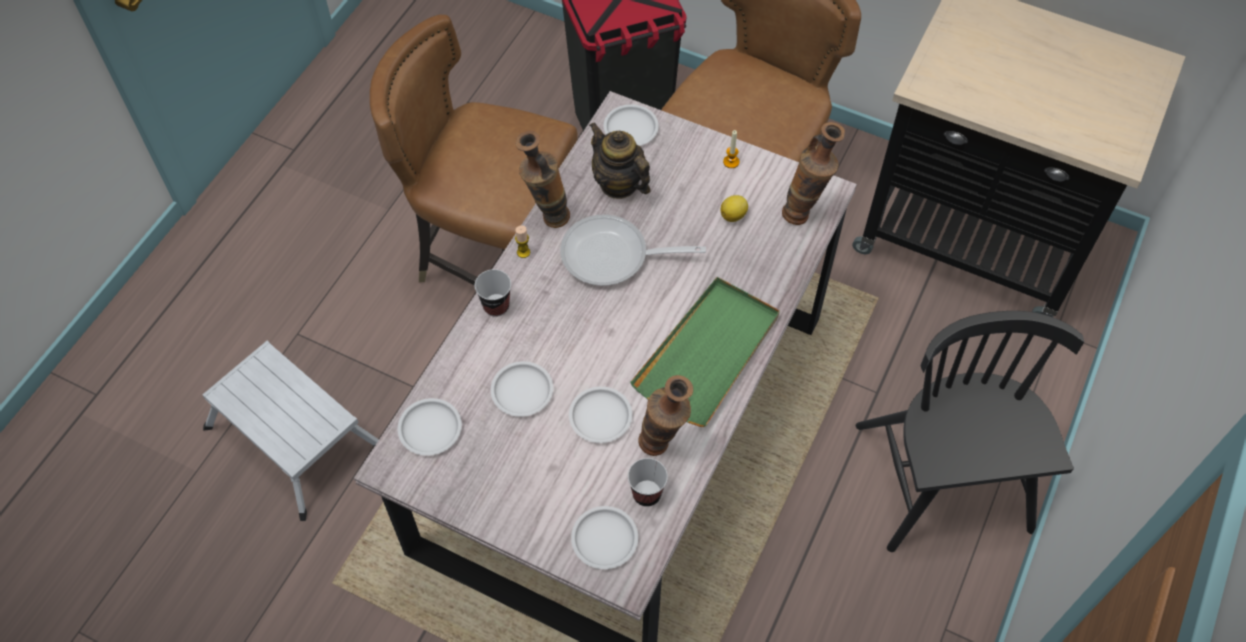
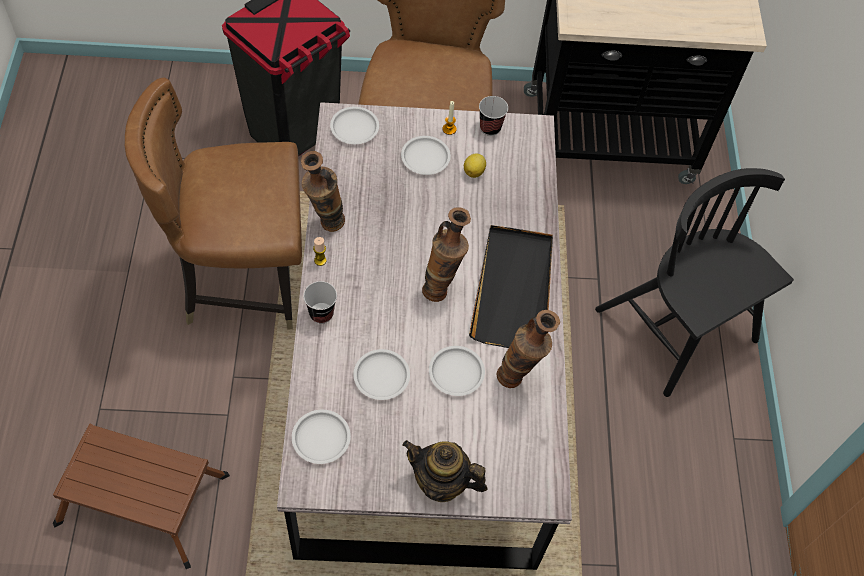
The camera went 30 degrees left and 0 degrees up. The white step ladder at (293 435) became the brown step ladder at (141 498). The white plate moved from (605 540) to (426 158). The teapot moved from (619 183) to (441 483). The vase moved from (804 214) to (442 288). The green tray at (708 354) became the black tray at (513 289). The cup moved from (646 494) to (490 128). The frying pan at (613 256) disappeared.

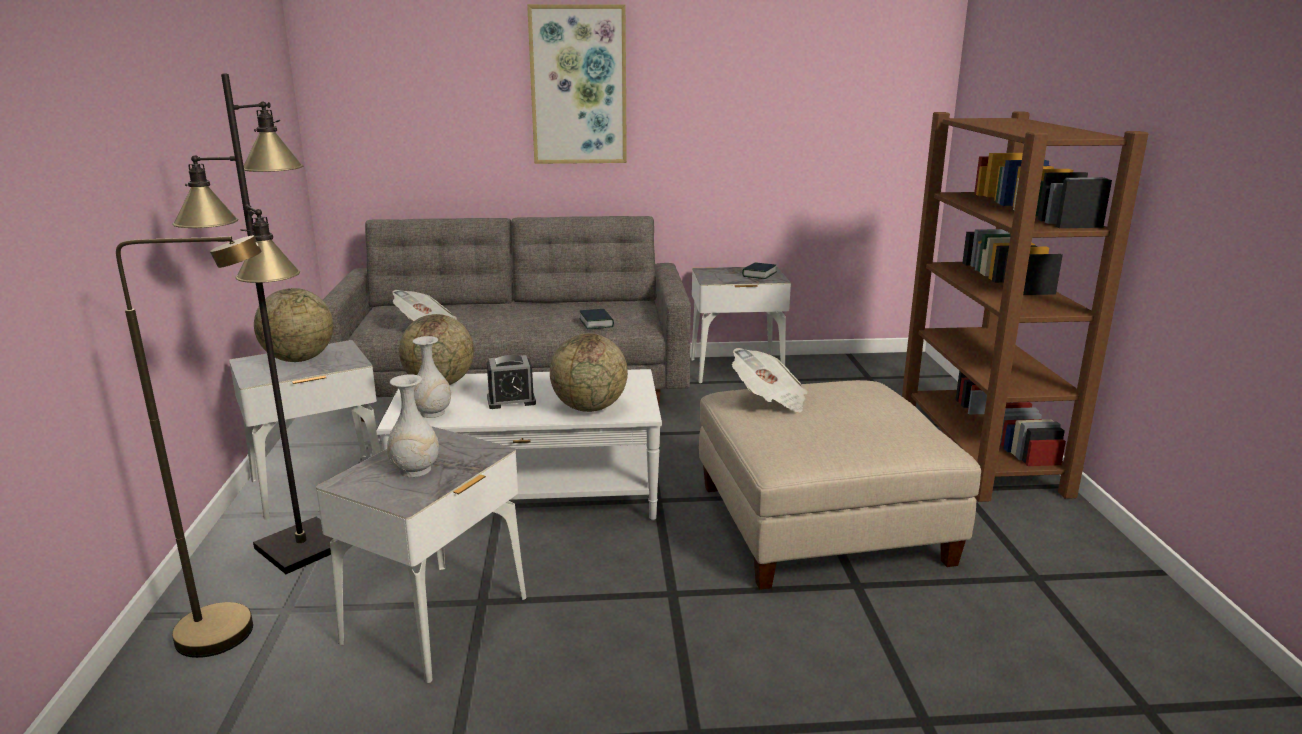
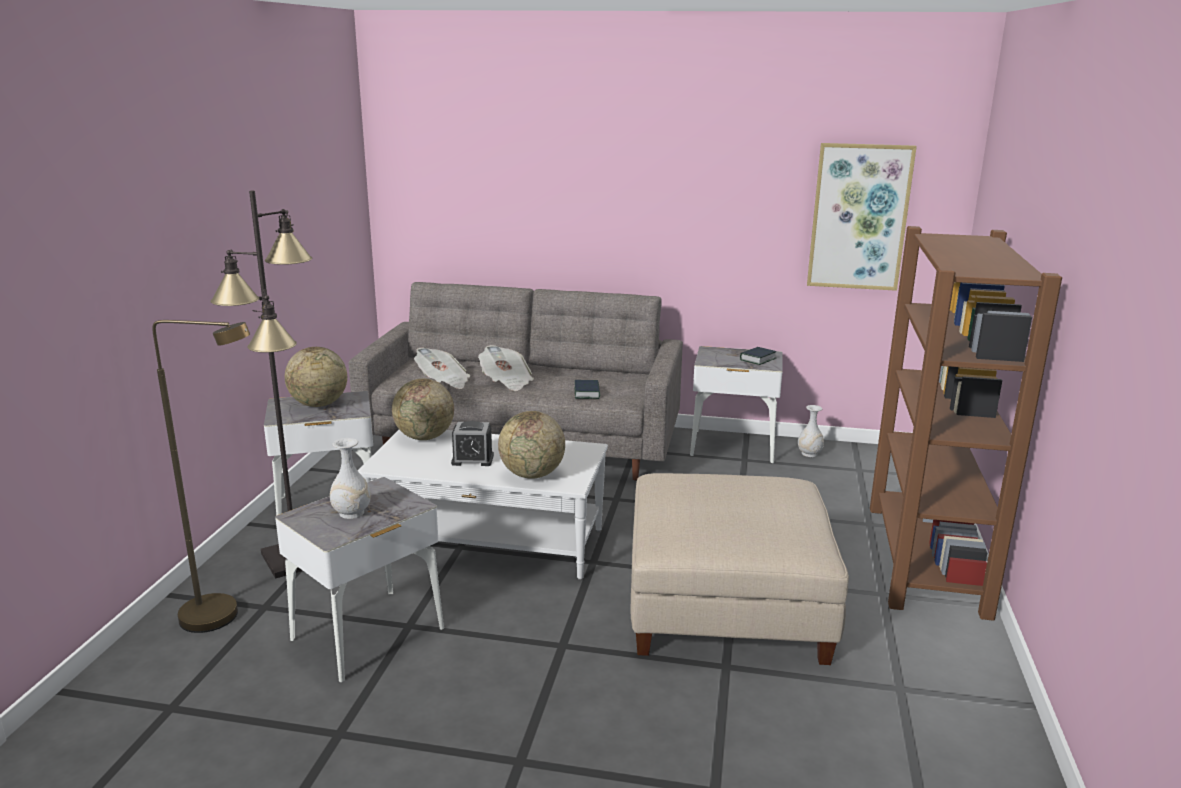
The camera went 15 degrees right and 0 degrees up. The newspaper moved from (769 400) to (506 382). The white vase moved from (432 413) to (809 454). The picture moved from (578 86) to (859 217).

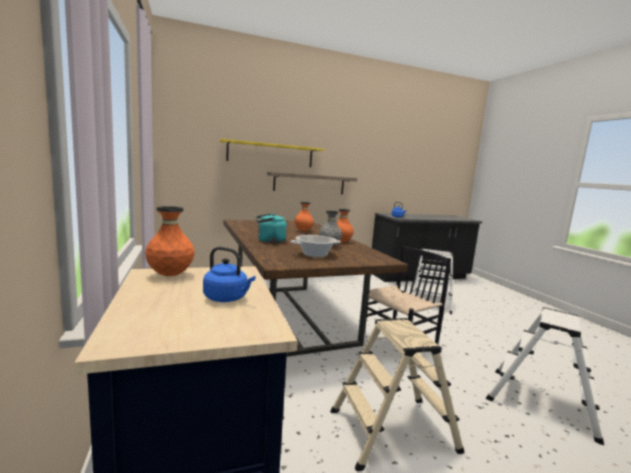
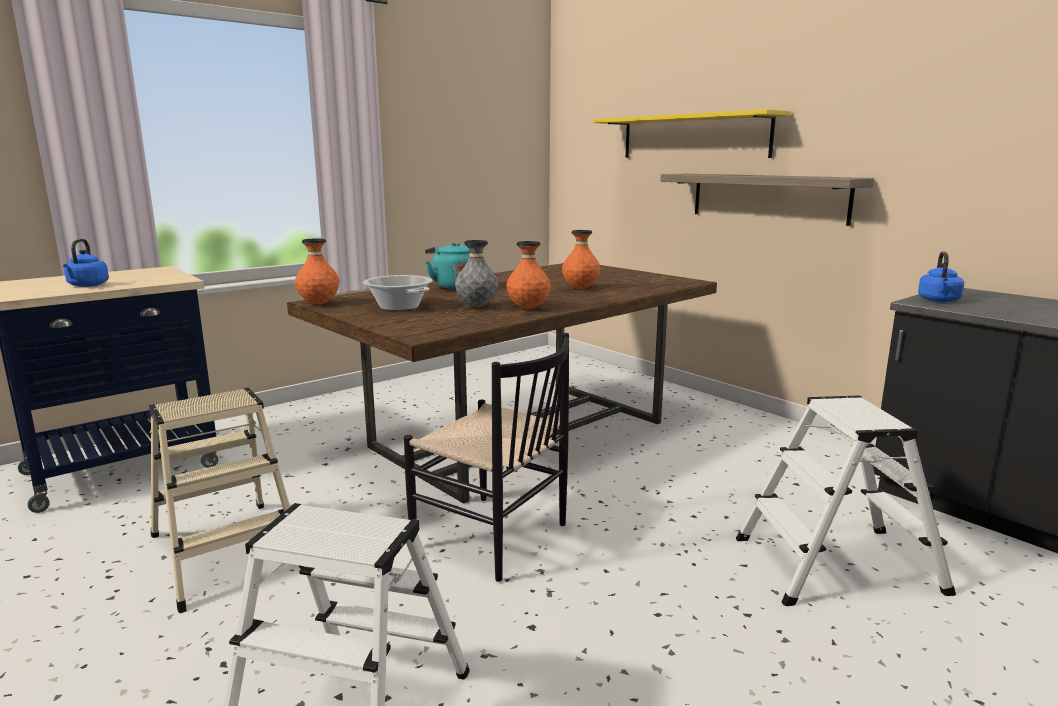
The camera went 70 degrees right and 5 degrees up. The orange vase moved from (170 275) to (319 304).

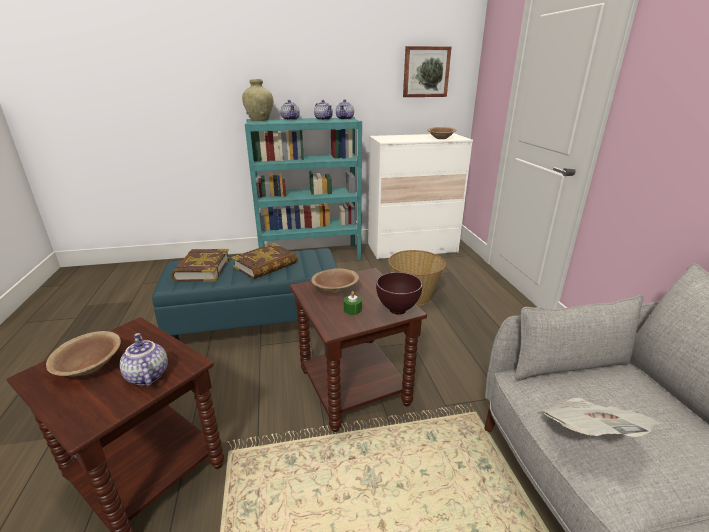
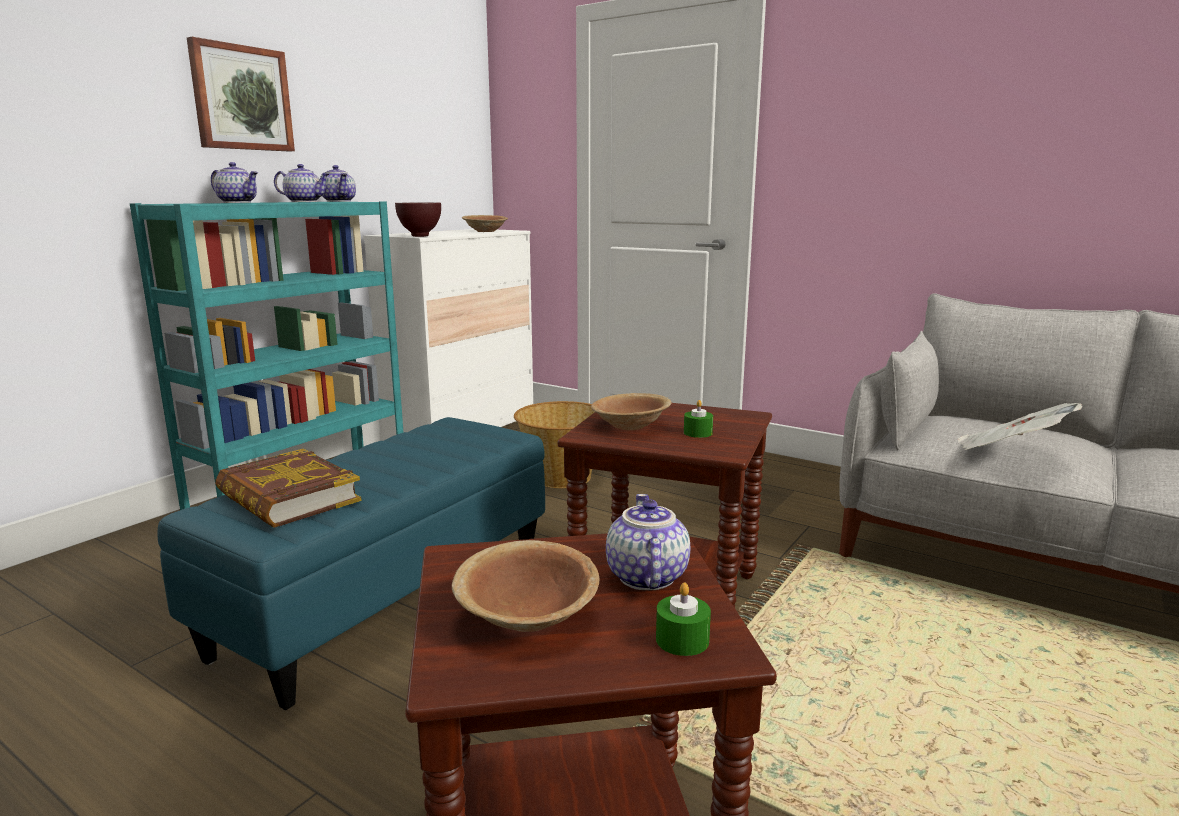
The camera went 45 degrees left and 10 degrees down. The picture moved from (426 72) to (241 98). The brown bowl moved from (397 310) to (419 236). The teapot at (146 375) turned 75 degrees clockwise. The green candle at (682 640) appeared. The book at (265 265) disappeared. The beige vase at (260 120) disappeared.

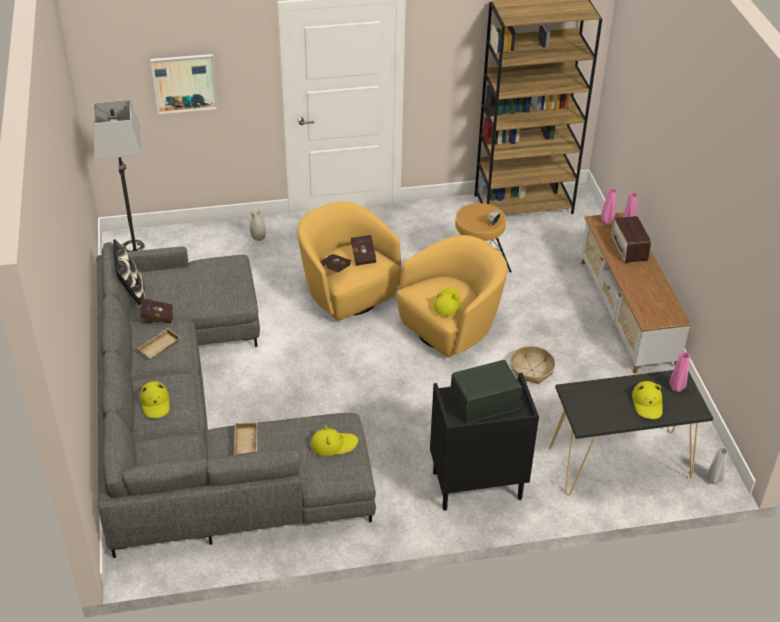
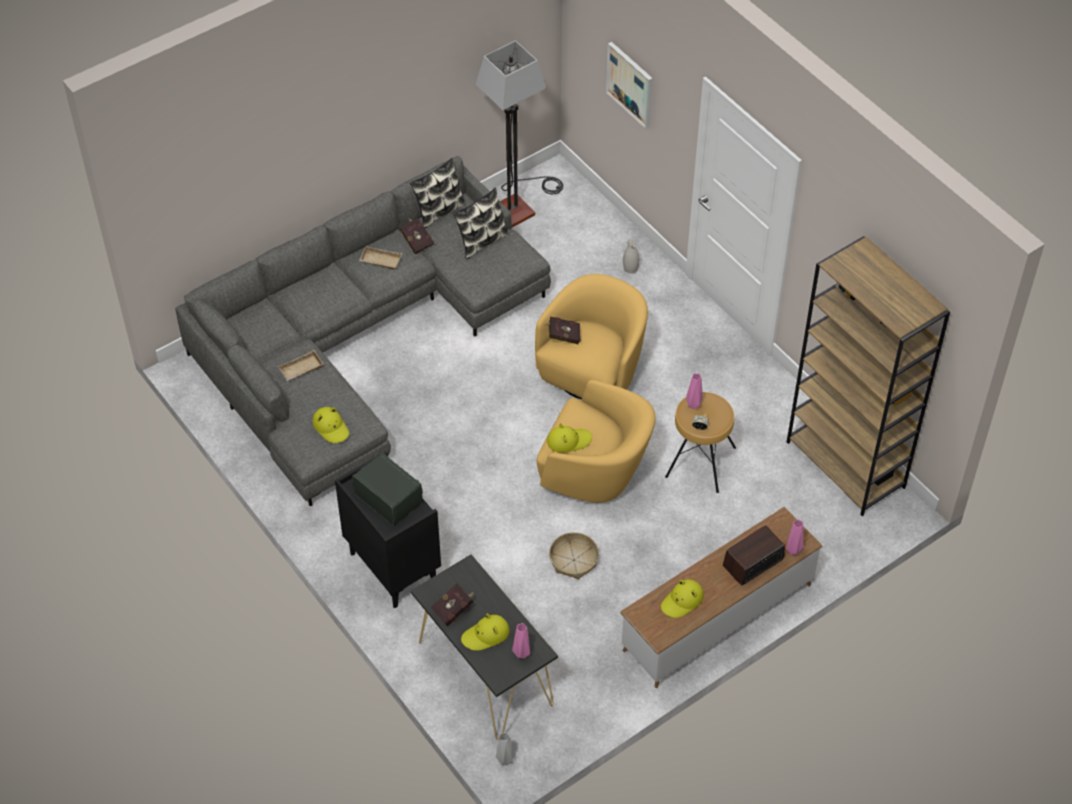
The camera went 65 degrees right and 10 degrees up. The red book moved from (363 255) to (454 609). The pillow at (481 241) appeared. The yellow hat moved from (155 403) to (682 601). The pink vase moved from (606 221) to (693 404).

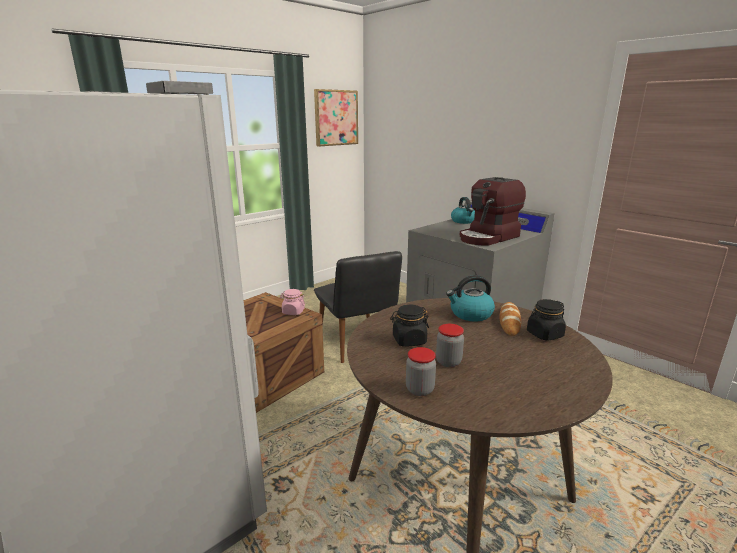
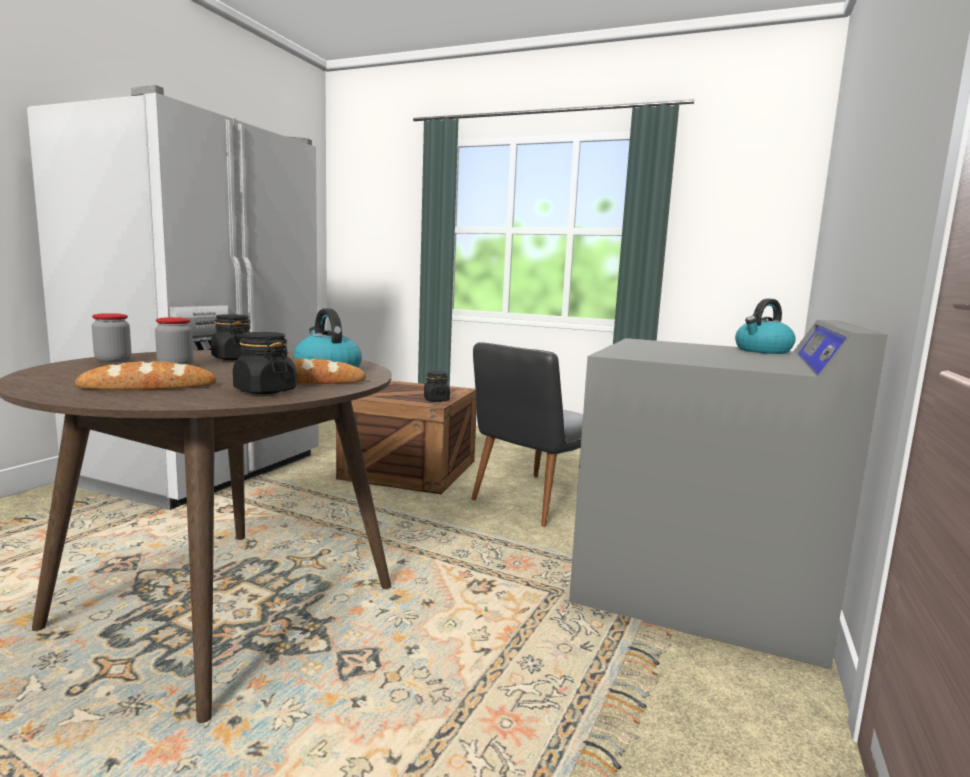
The camera went 65 degrees right and 10 degrees down. The bread at (149 387) appeared. The pink jar at (293 312) became the black jar at (436 400). The picture at (336 118) disappeared. The coffee machine at (489 237) disappeared.

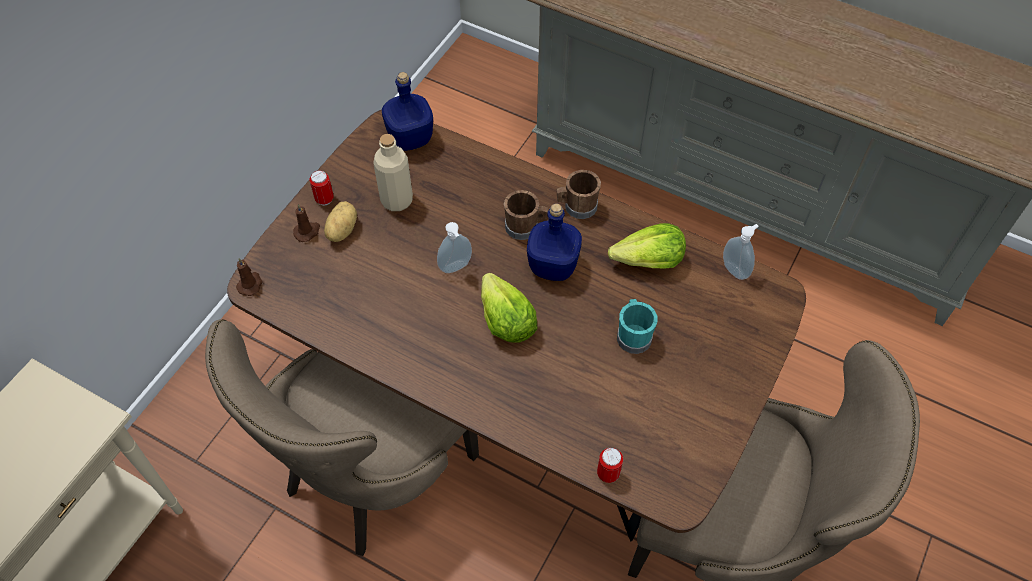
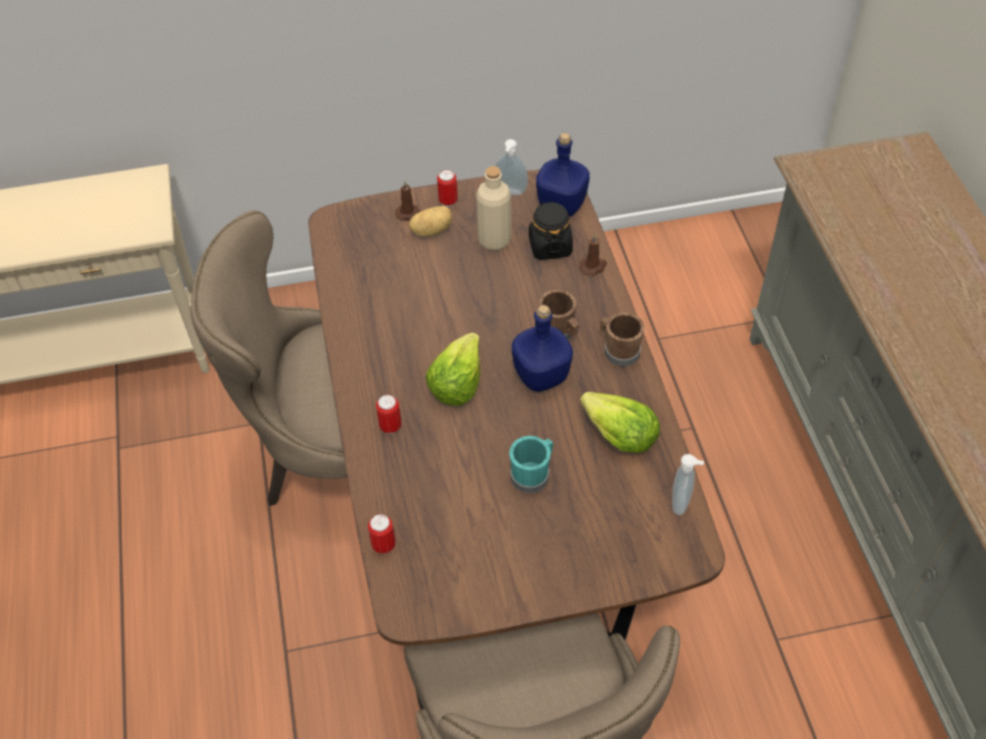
The camera went 50 degrees right and 5 degrees down. The can at (390 426) appeared. The soap dispenser moved from (456 268) to (510 192). The black jar at (550 246) appeared. The brown candle moved from (250 284) to (593 266).

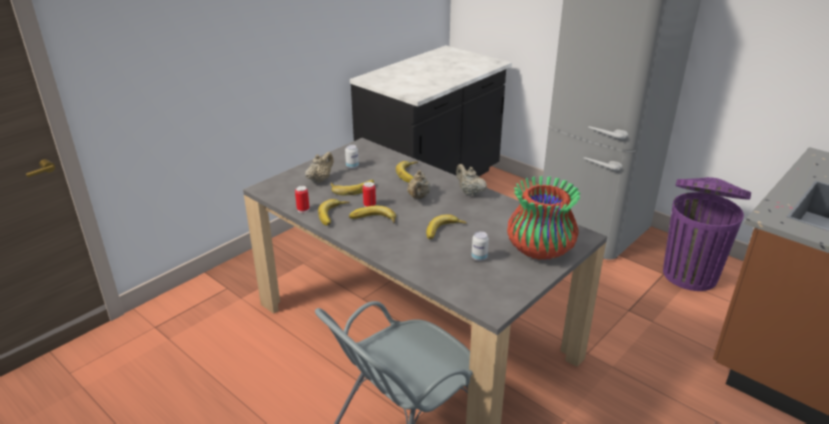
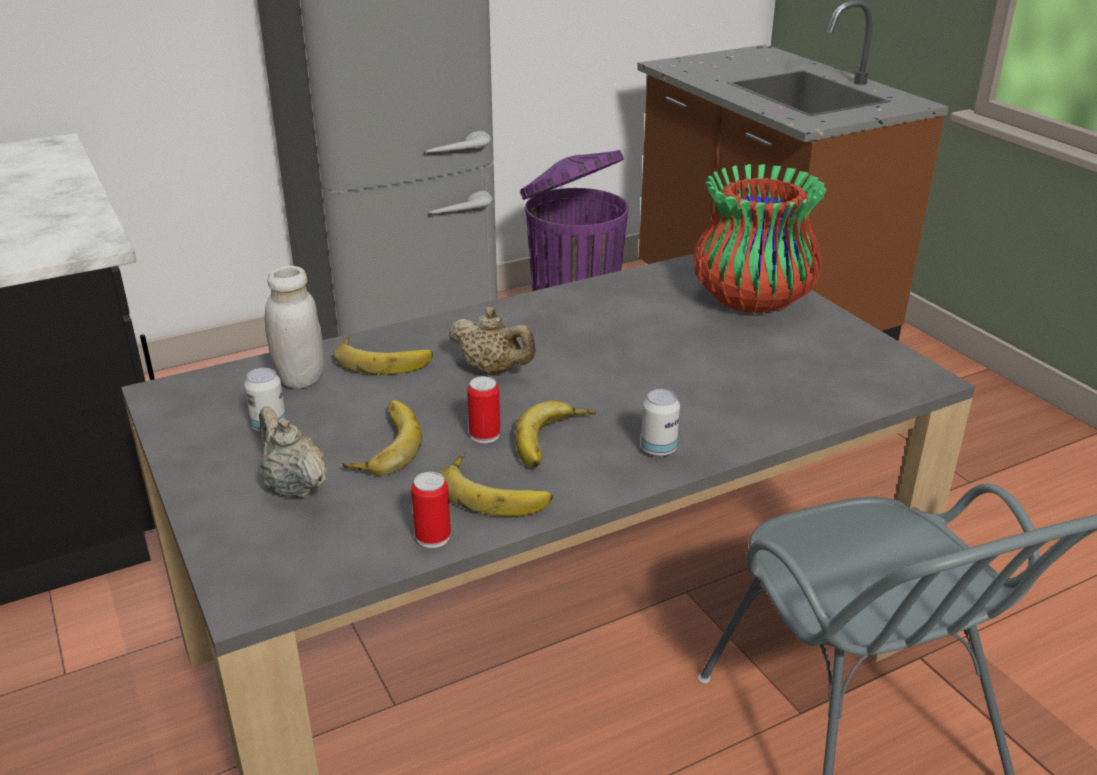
The camera went 70 degrees left and 0 degrees up. The white jar at (300 378) appeared. The can moved from (479 258) to (658 449). The banana at (444 231) disappeared. The beige teapot at (469 192) disappeared.

